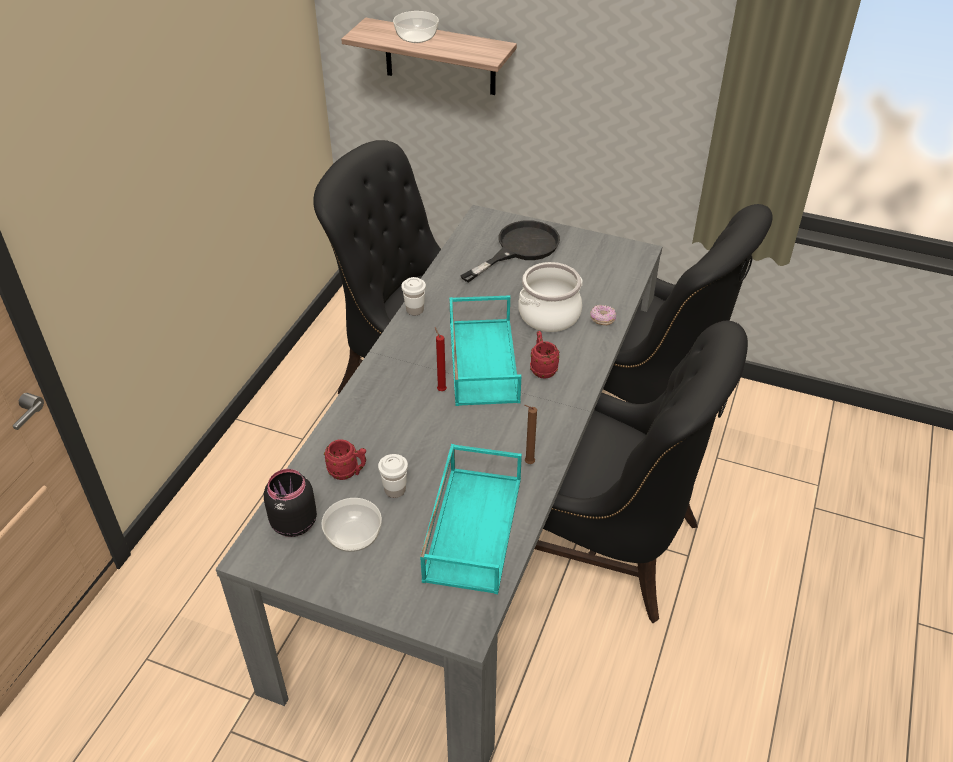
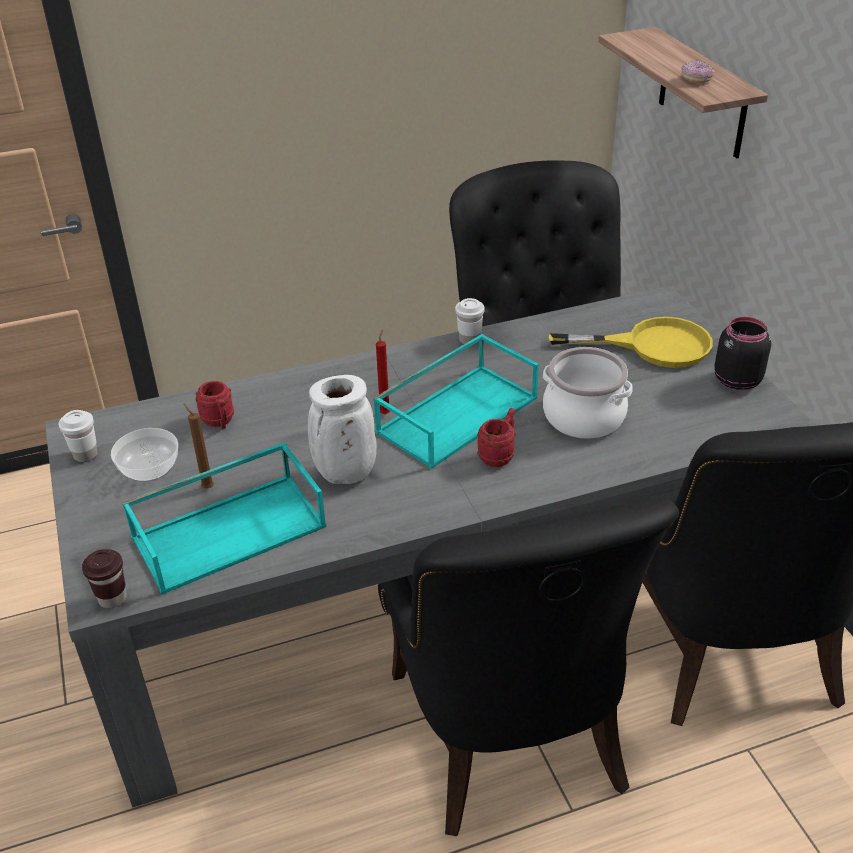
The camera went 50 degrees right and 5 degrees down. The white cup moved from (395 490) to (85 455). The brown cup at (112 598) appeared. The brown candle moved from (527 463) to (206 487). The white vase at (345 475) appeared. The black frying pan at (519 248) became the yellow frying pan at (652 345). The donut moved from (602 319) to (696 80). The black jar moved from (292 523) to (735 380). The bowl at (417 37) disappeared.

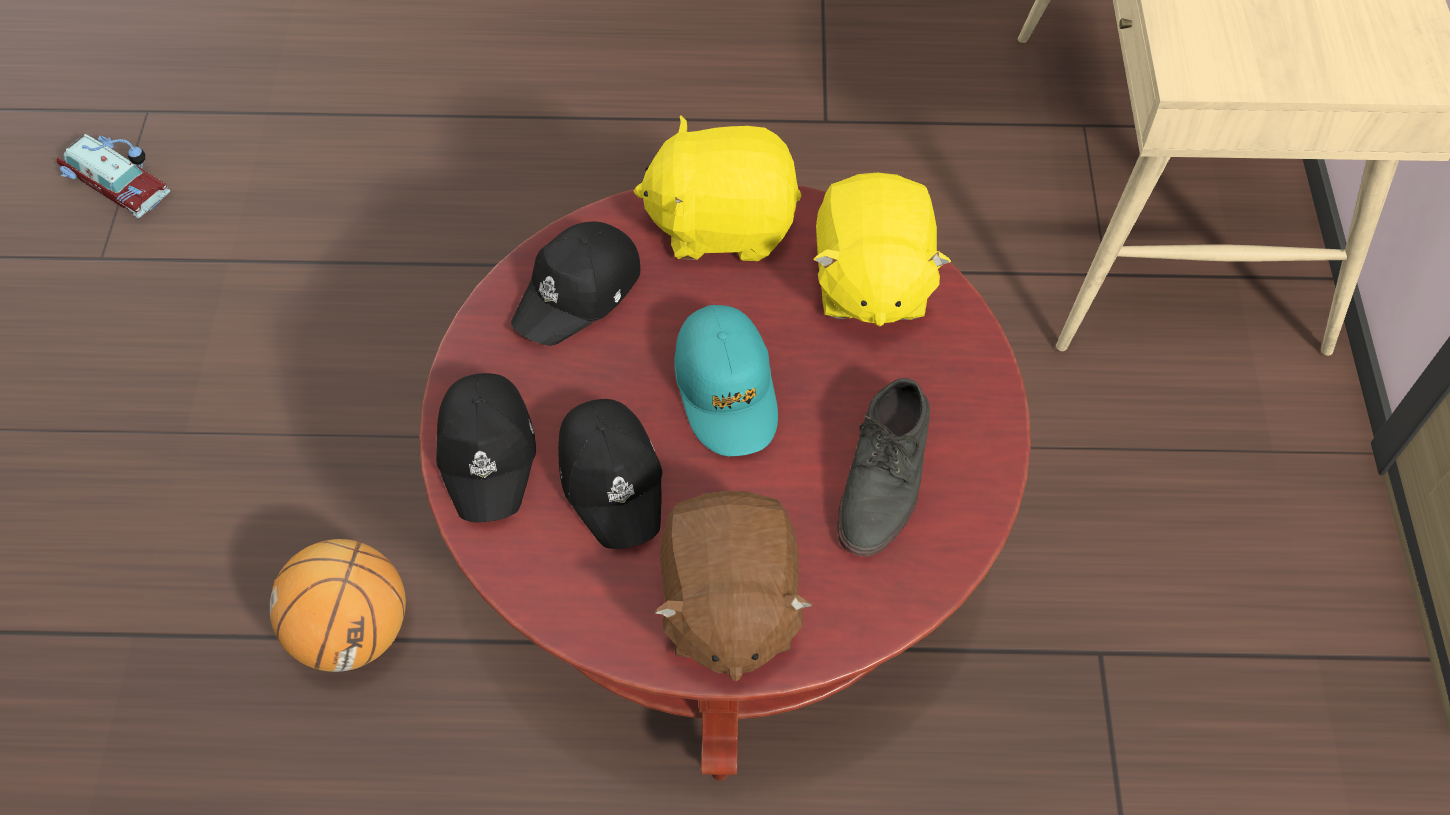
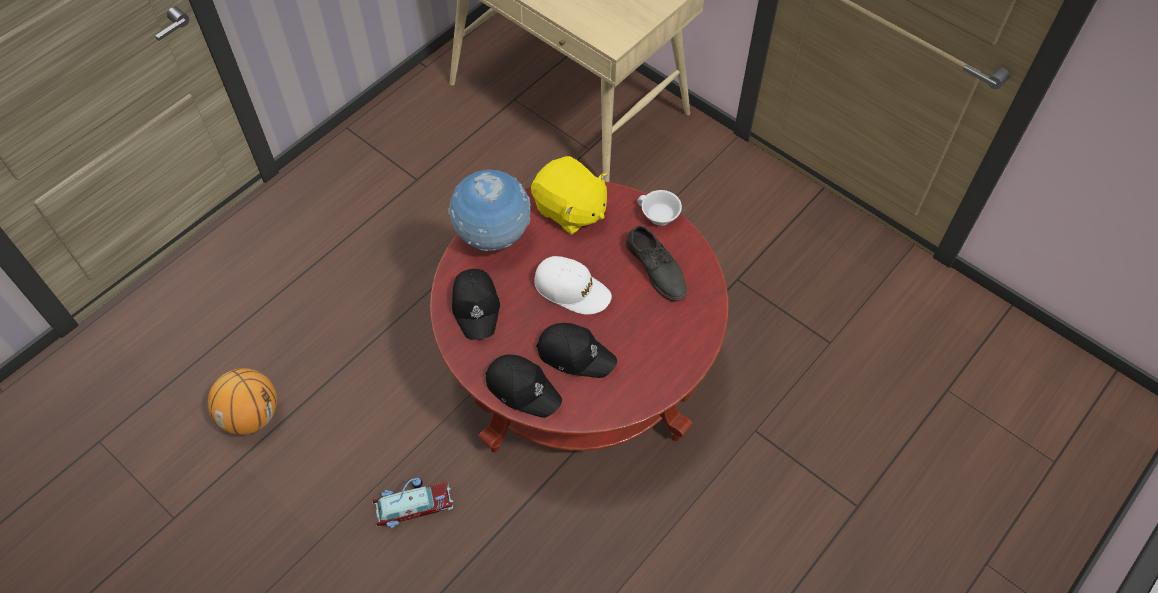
The camera went 50 degrees left and 0 degrees up. The basketball moved from (353 630) to (251 415). The toy car moved from (117 179) to (412 504). The yellow plush toy at (722 223) was replaced by the globe at (493 236). The turquoise cap at (727 389) became the white cap at (572 290). The white cup at (658 216) appeared. The brown plush toy at (728 606) disappeared.

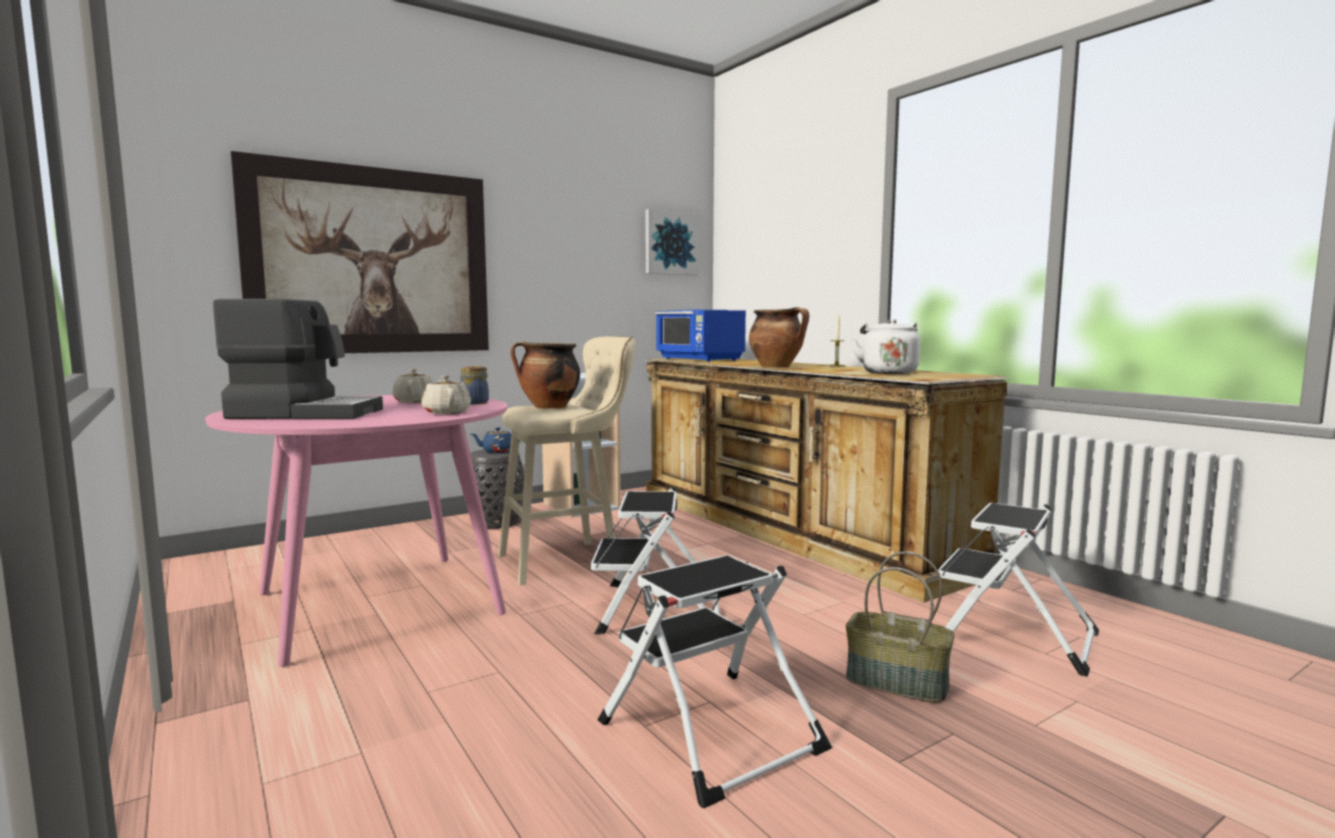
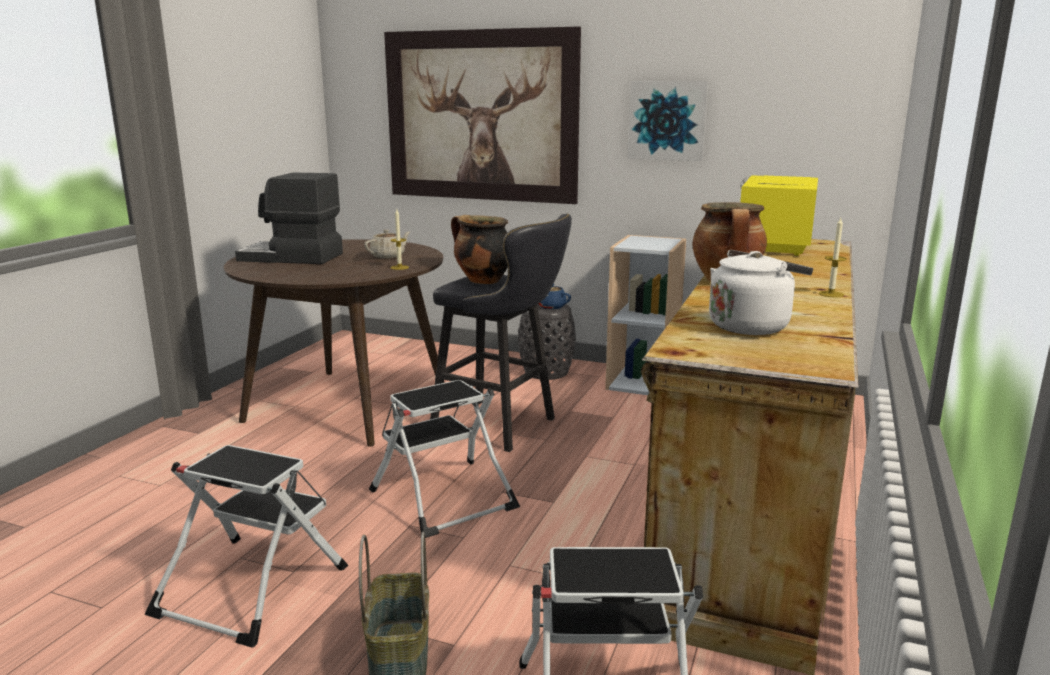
The camera went 55 degrees right and 10 degrees up. The pink dining table at (378 603) became the brown dining table at (347 406). The coffee machine at (306 413) turned 135 degrees clockwise. The jar at (474 403) was replaced by the candle at (399 267). The beige stool at (573 560) became the black stool at (505 428). The picture moved from (671 243) to (667 120). The blue microwave at (699 359) became the yellow microwave at (773 245). The beige teapot at (446 412) disappeared.

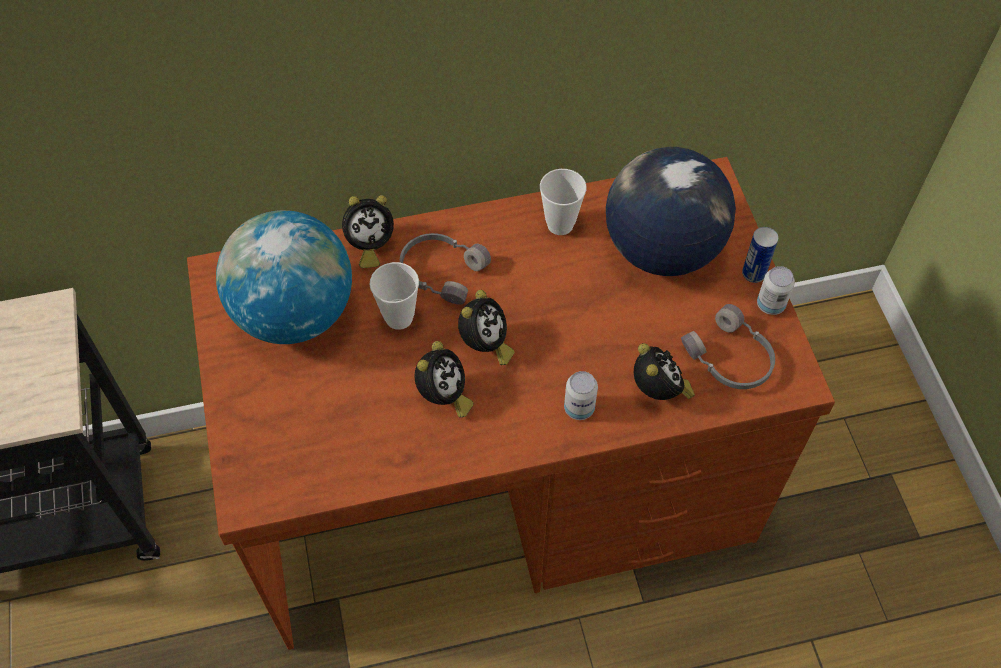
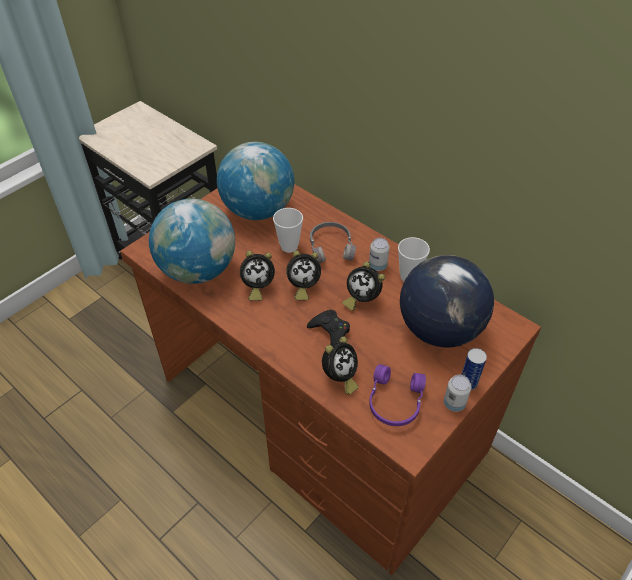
The camera went 55 degrees right and 10 degrees down. The globe at (198 270) appeared. The black game controller at (330 331) appeared. The alarm clock moved from (369 246) to (361 299). The can moved from (579 408) to (377 266). The grey headphones at (729 359) became the purple headphones at (394 401).

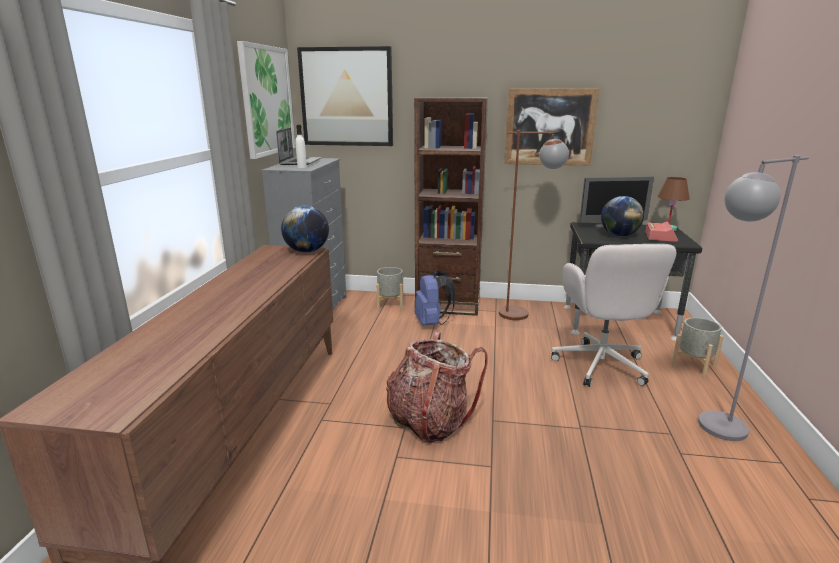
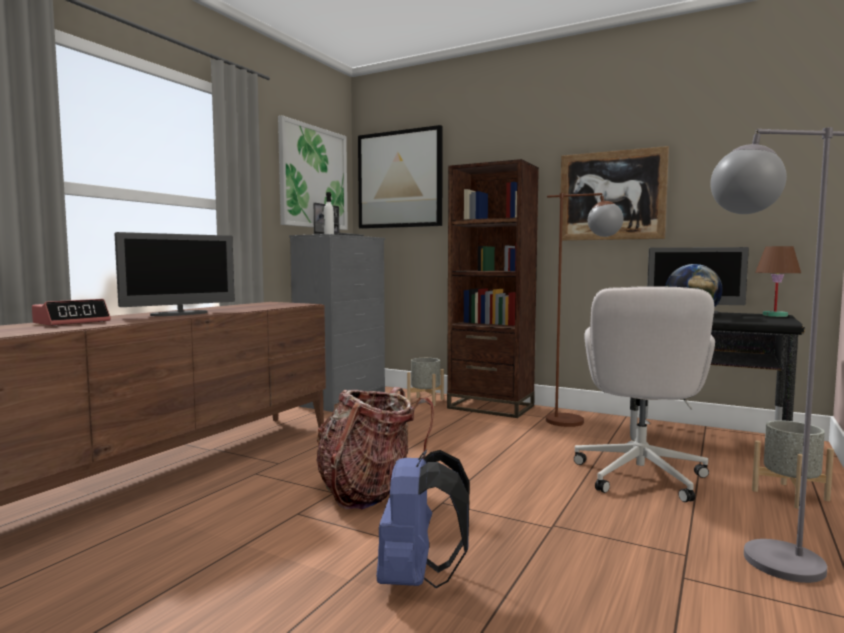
The camera went 20 degrees right and 15 degrees down. The alarm clock moved from (660 237) to (72 322). The monitor at (180 314) appeared. The blue backpack moved from (432 323) to (418 578). The globe at (307 251) disappeared.

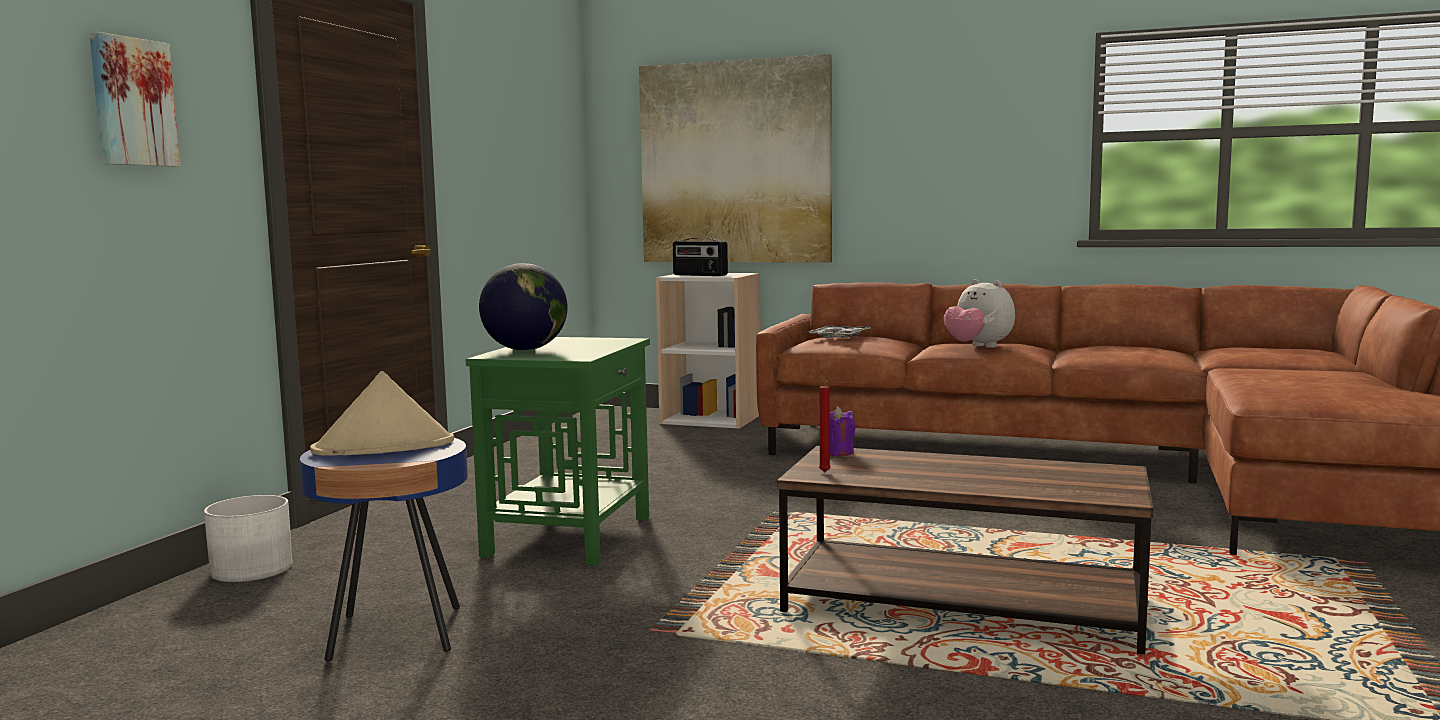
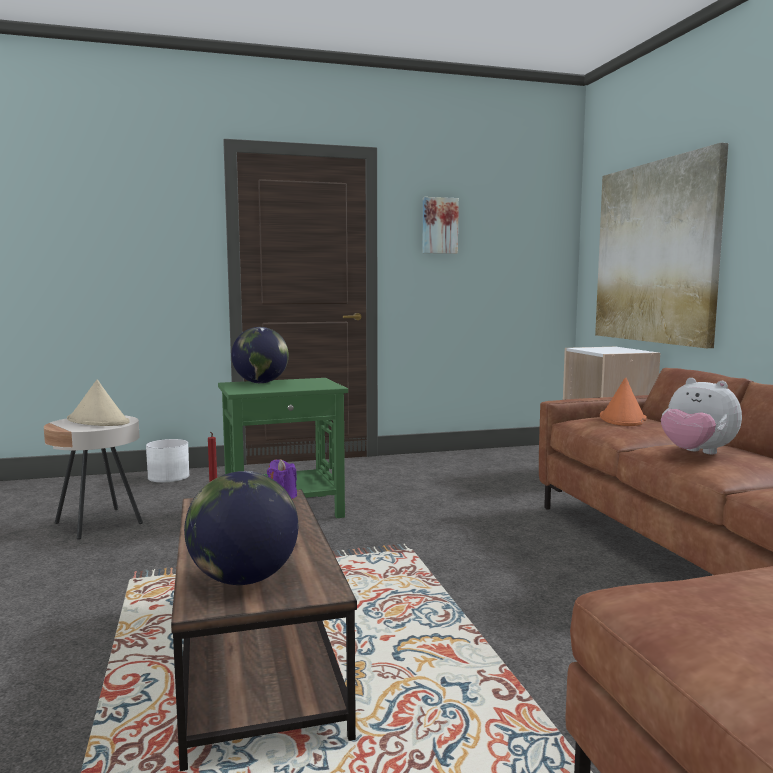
The camera went 55 degrees right and 0 degrees up. The blue side table at (396 633) became the beige side table at (98 523). The globe at (244 580) appeared. The picture moved from (131 102) to (439 225). The tray at (839 338) was replaced by the orange hat at (623 419). The plush toy at (978 347) turned 60 degrees counterclockwise. The radio at (699 275) disappeared.

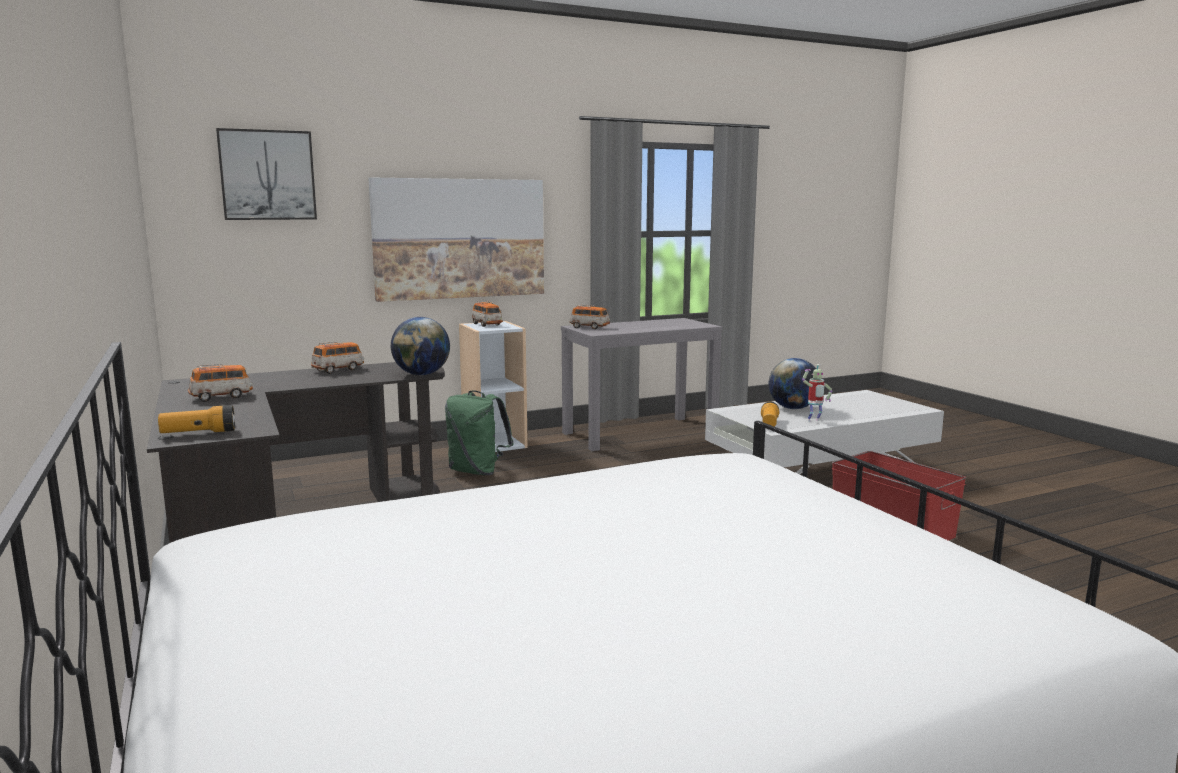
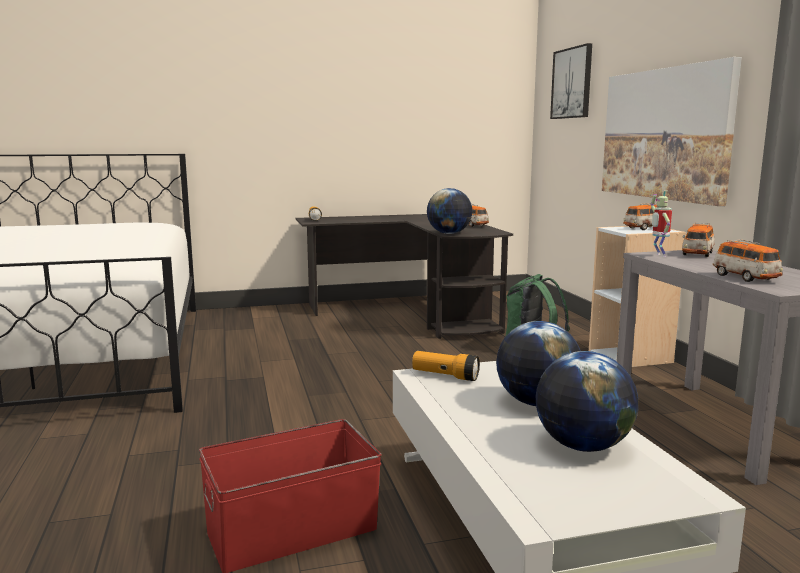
The camera went 100 degrees right and 0 degrees up. The globe at (582 446) appeared. The toy robot moved from (814 421) to (658 255). The toy car moved from (221 397) to (745 278).

